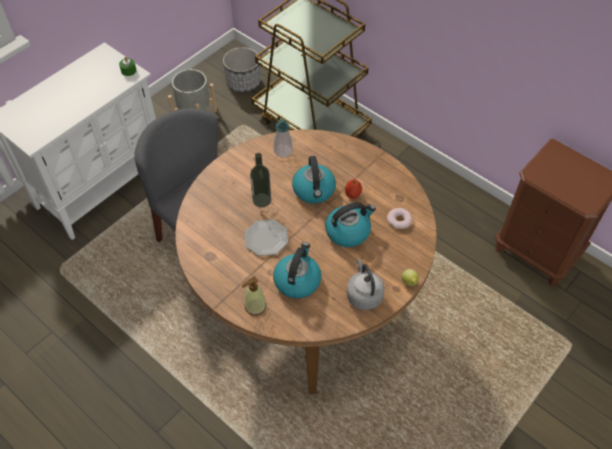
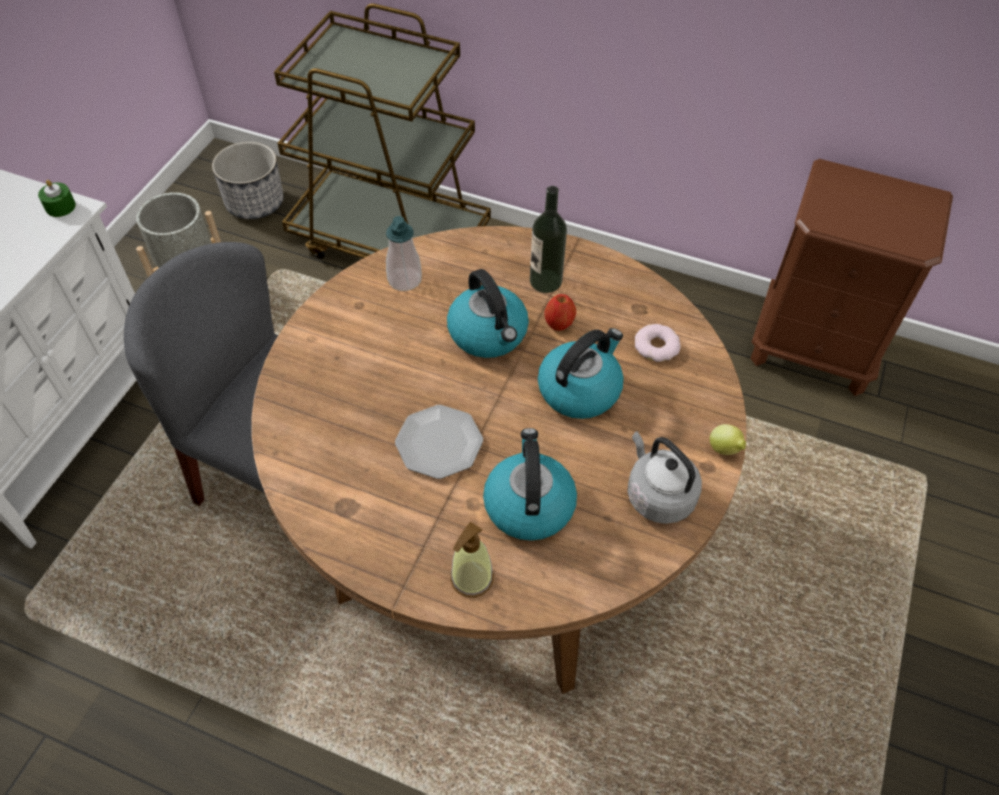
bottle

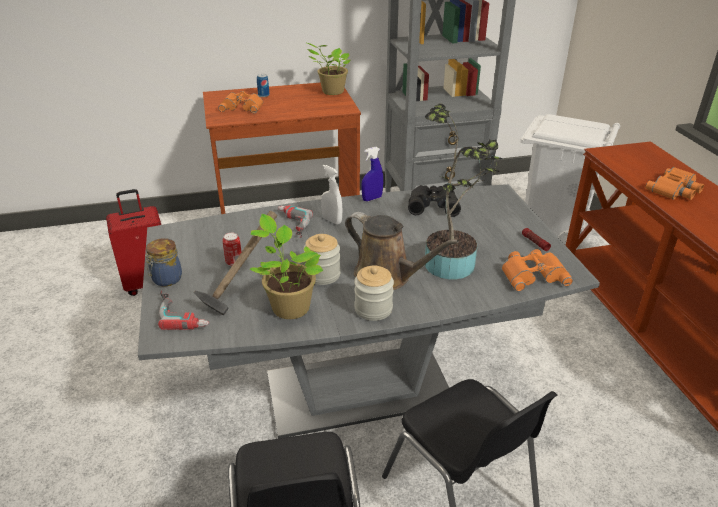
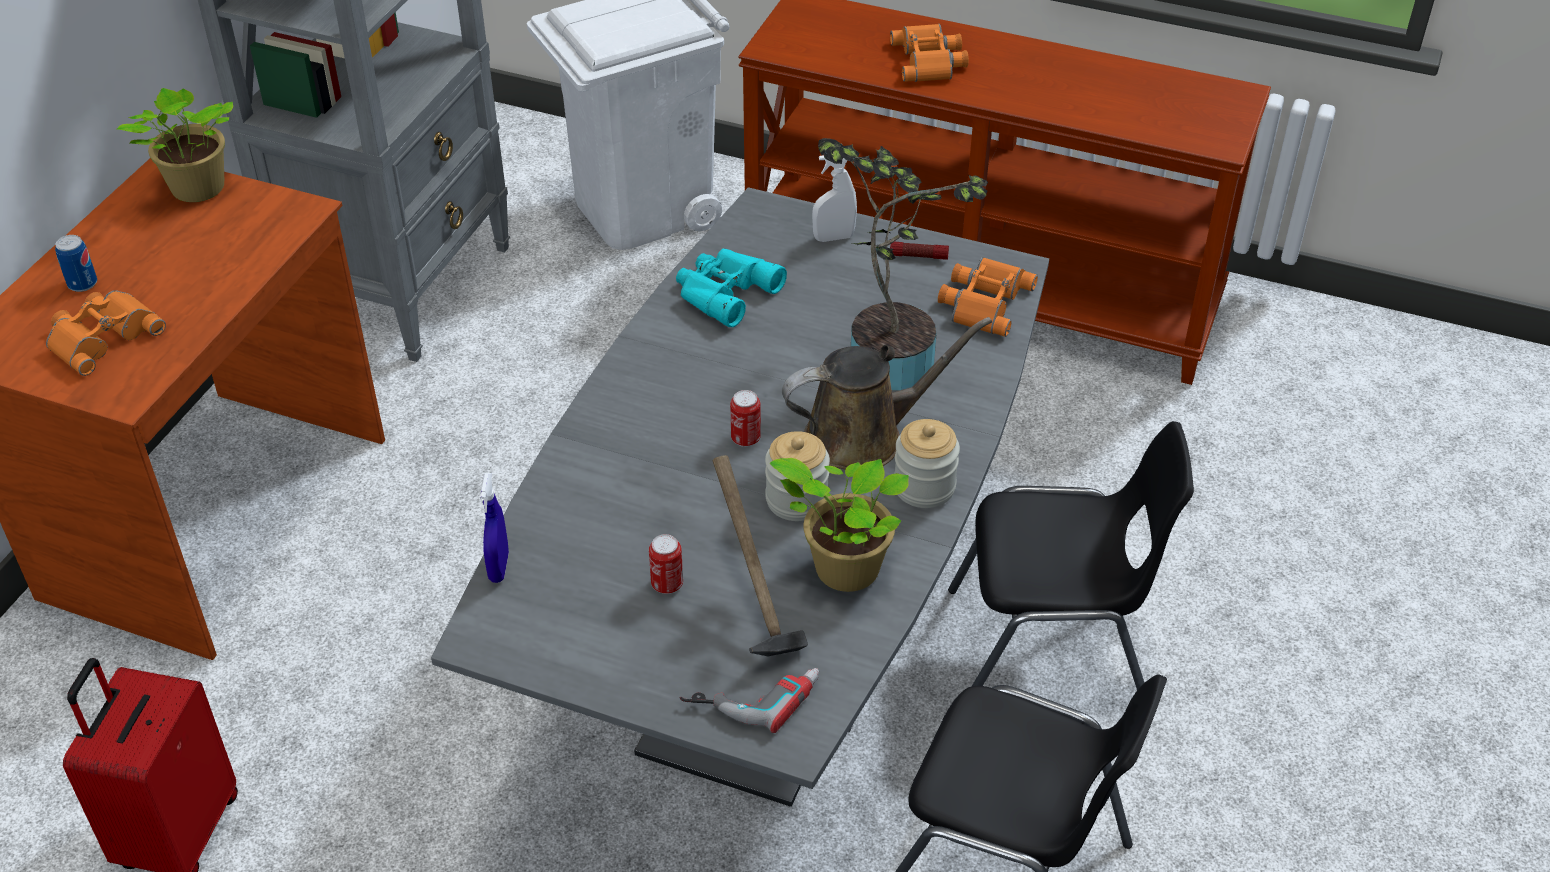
blue-coloured_spray_bottle
turquoise-coloured_binoculars
can (3rd from left)
white-coloured_spray_bottle
jar (1st from left in the first image)
power_drill (2nd from left in the first image)

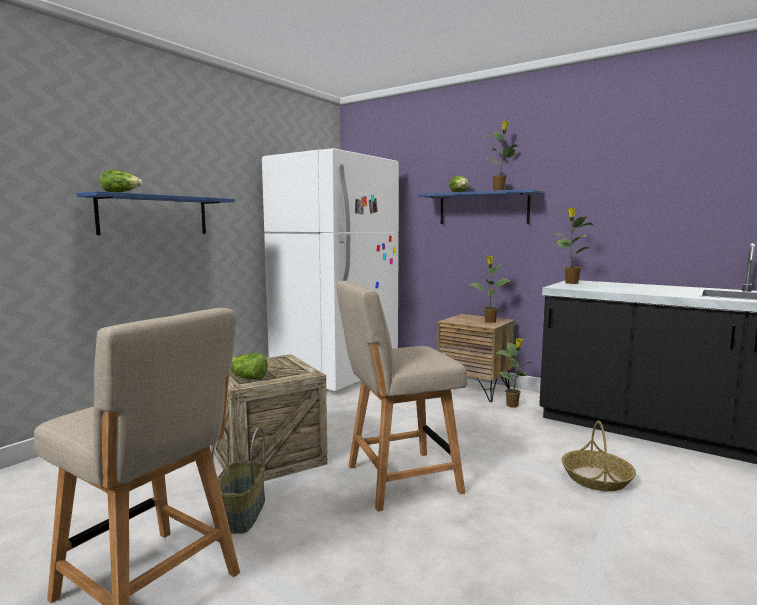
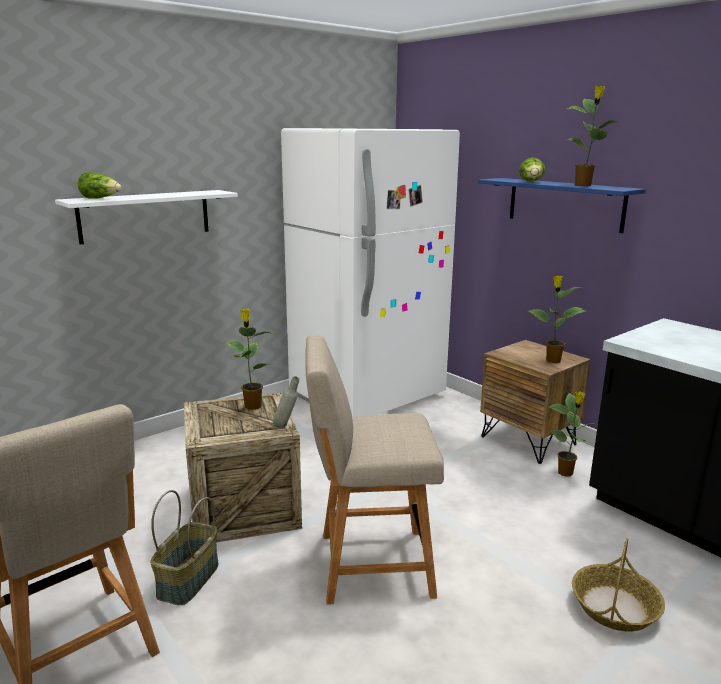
white-coloured_wall_shelf
houseplant (1st from left)
gray_bottle
lettuce (2nd from left in the first image)

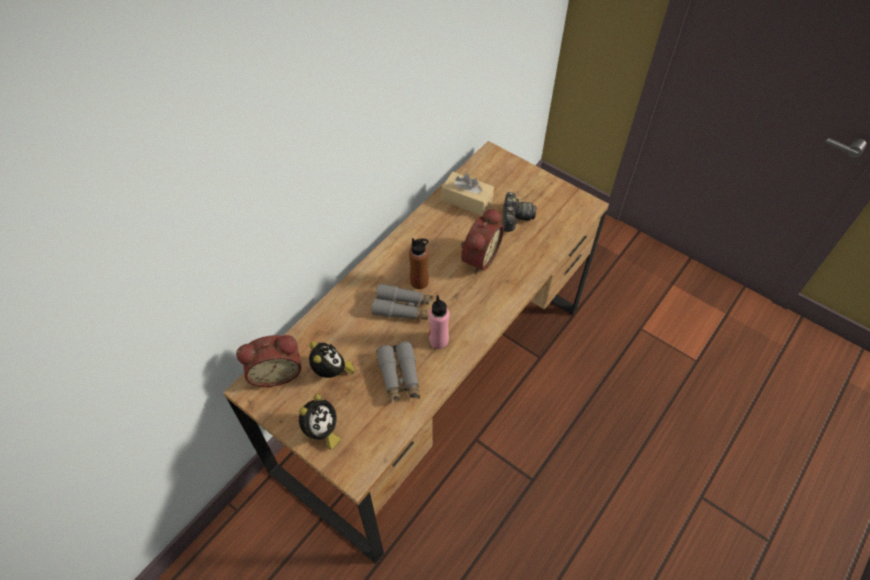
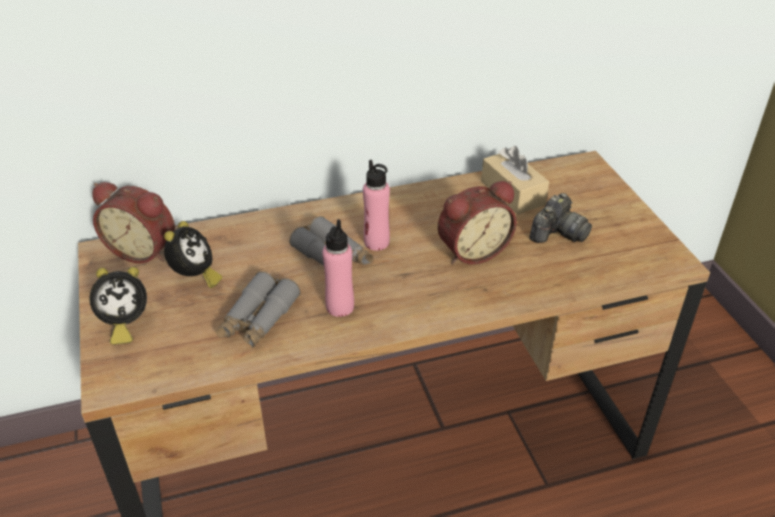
pink-coloured_bottle (2nd from left)

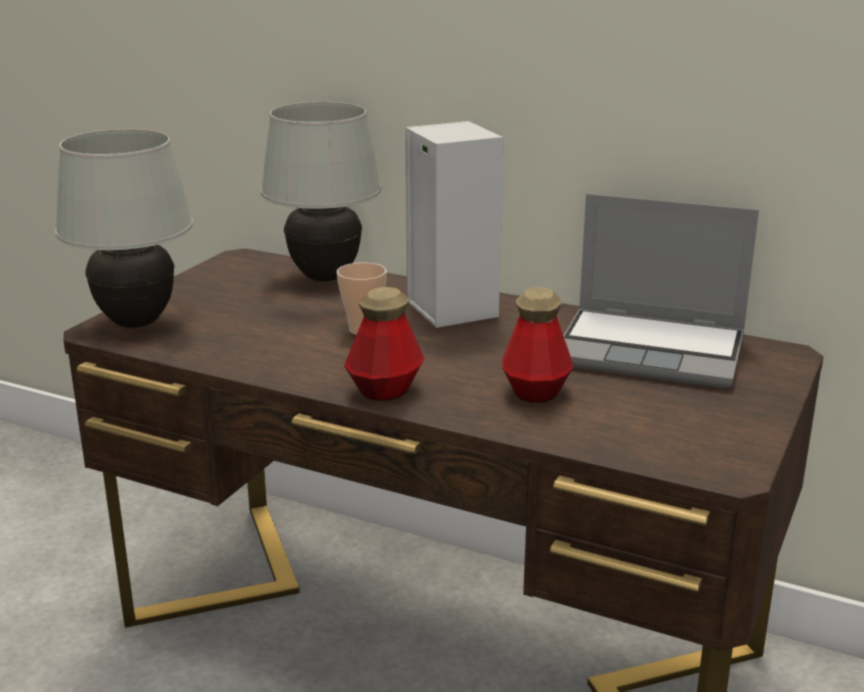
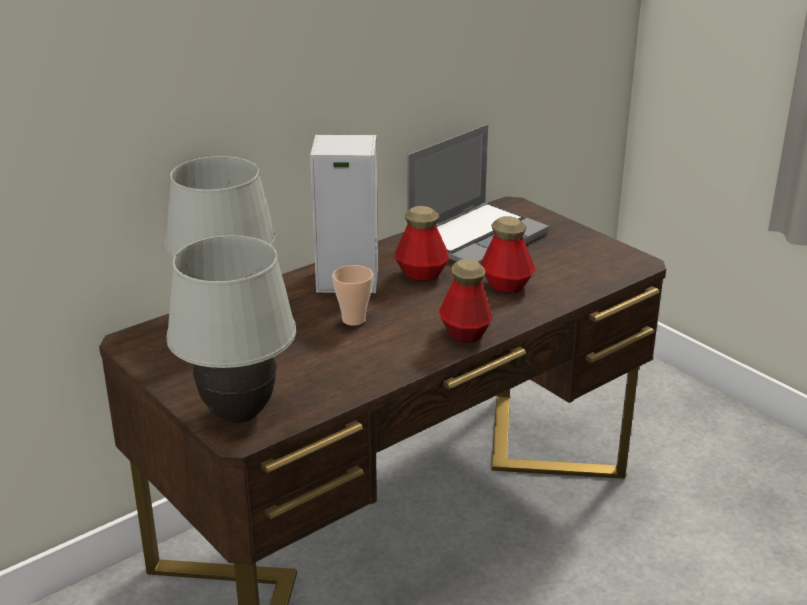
bottle (1st from left)

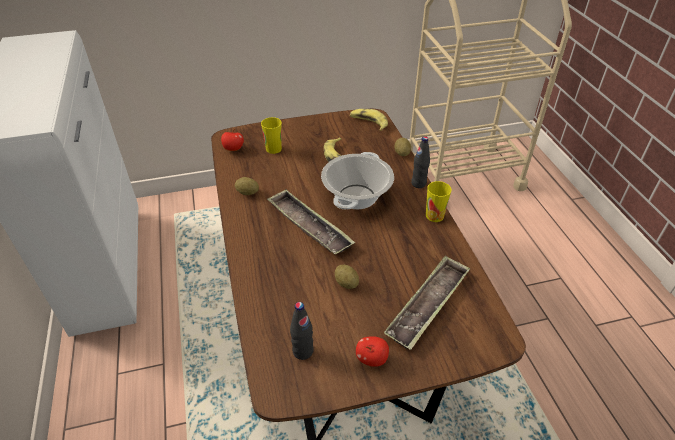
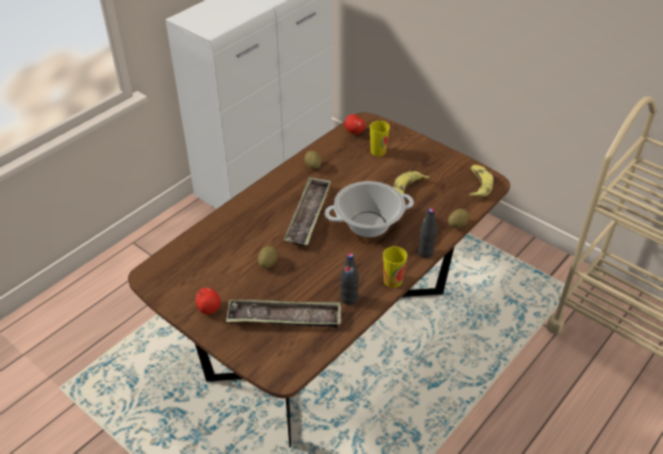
black-coloured_bottle (1st from left)

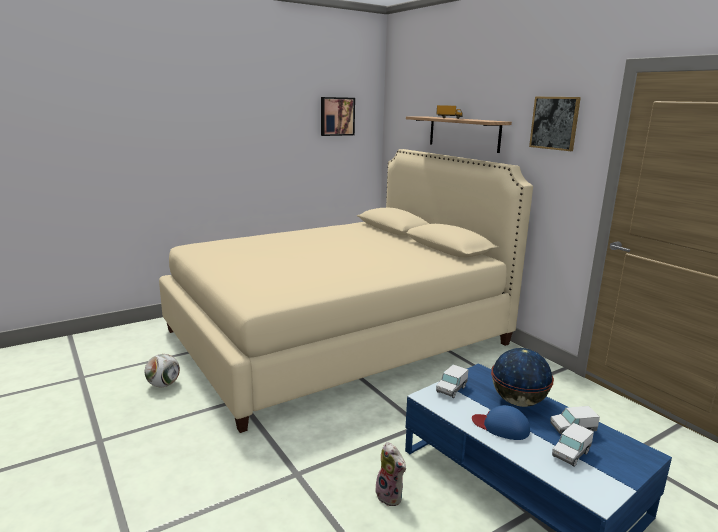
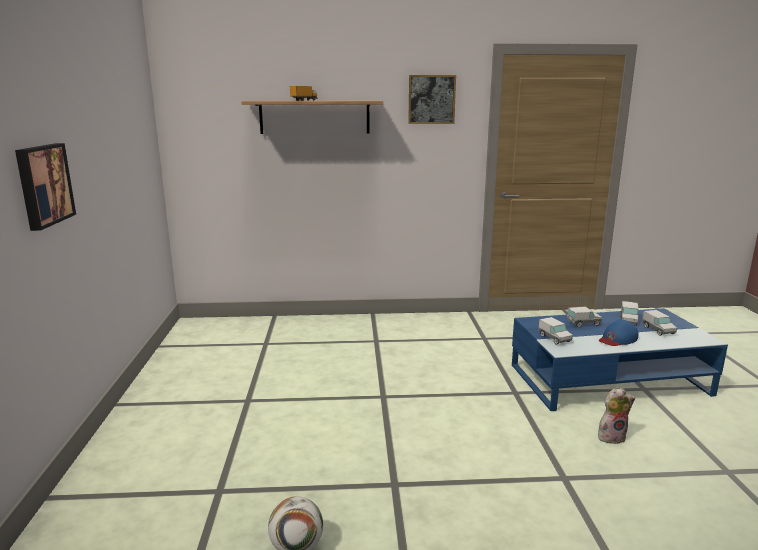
wall_picture (1st from left)
model_truck (3rd from left)
beige-coloured_bedroom_bed

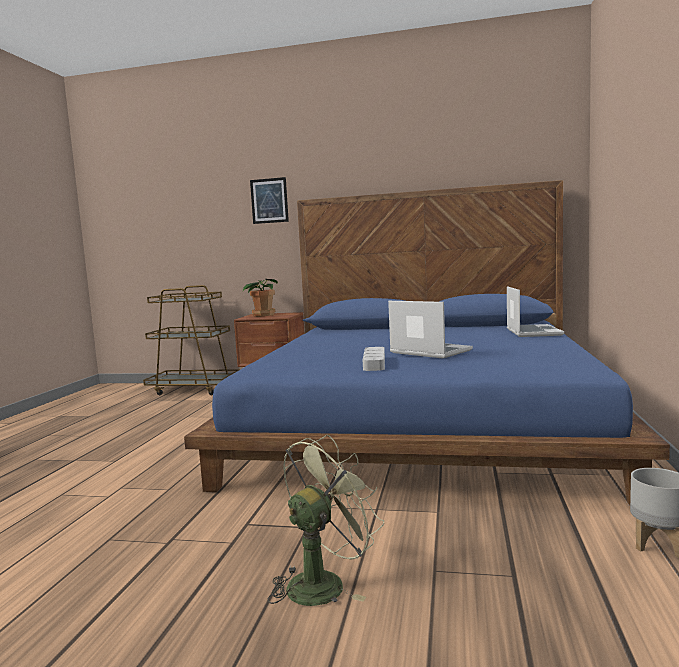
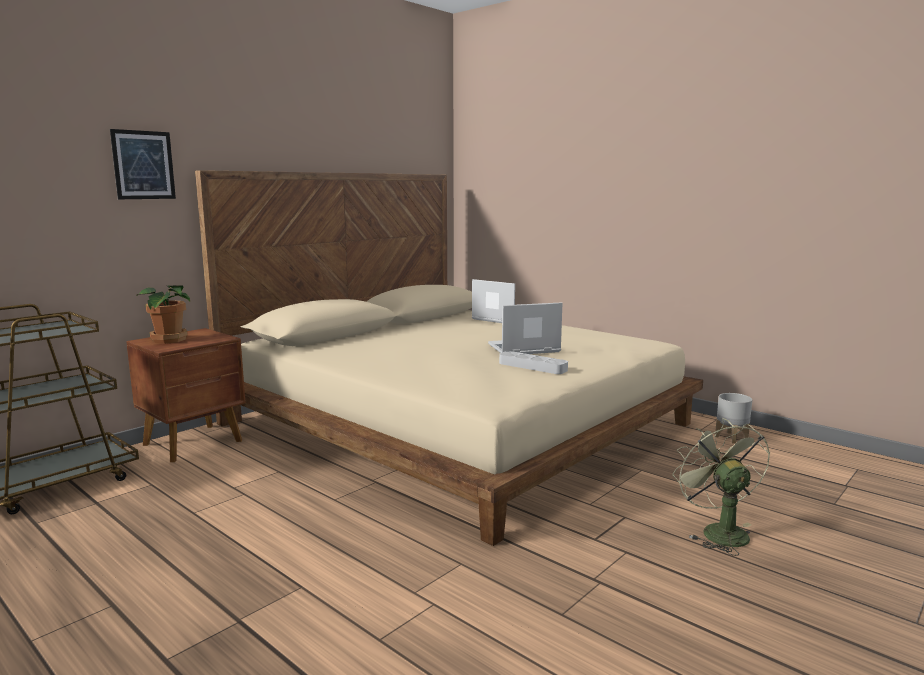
beige-coloured_bedroom_bed

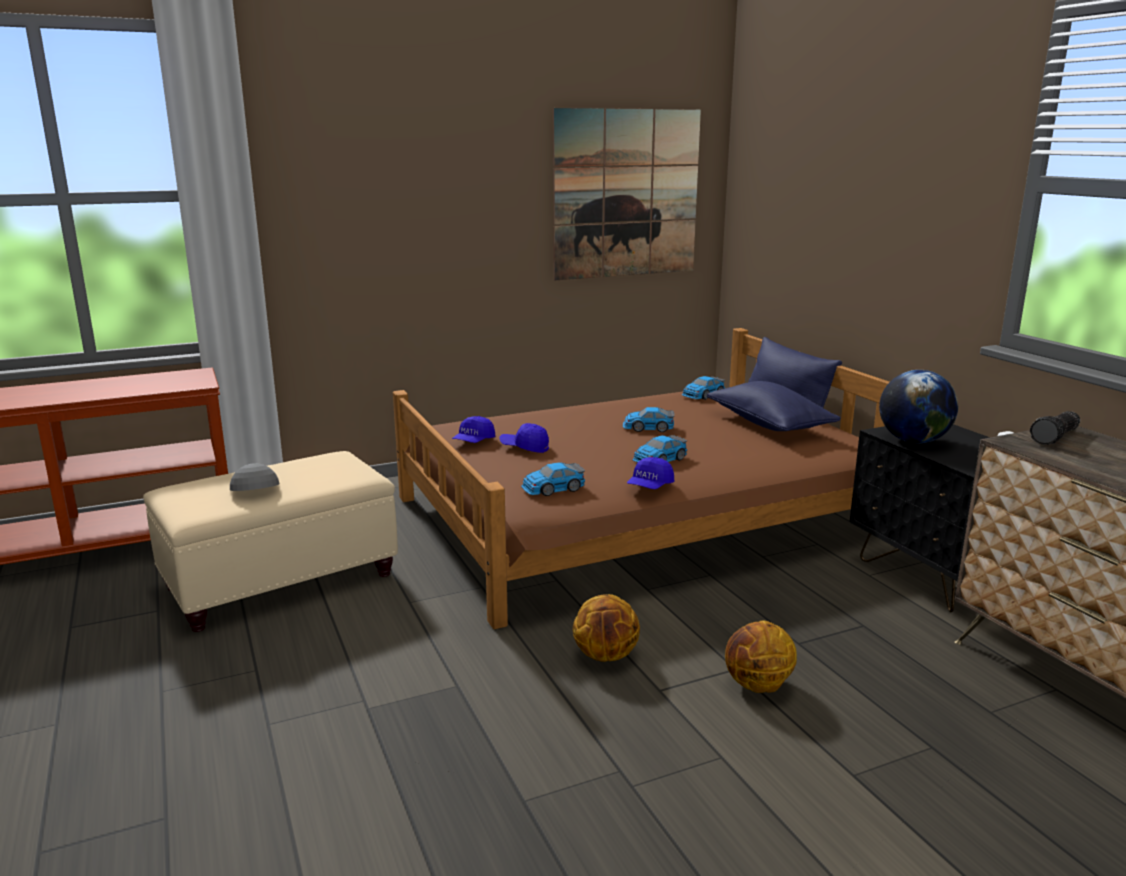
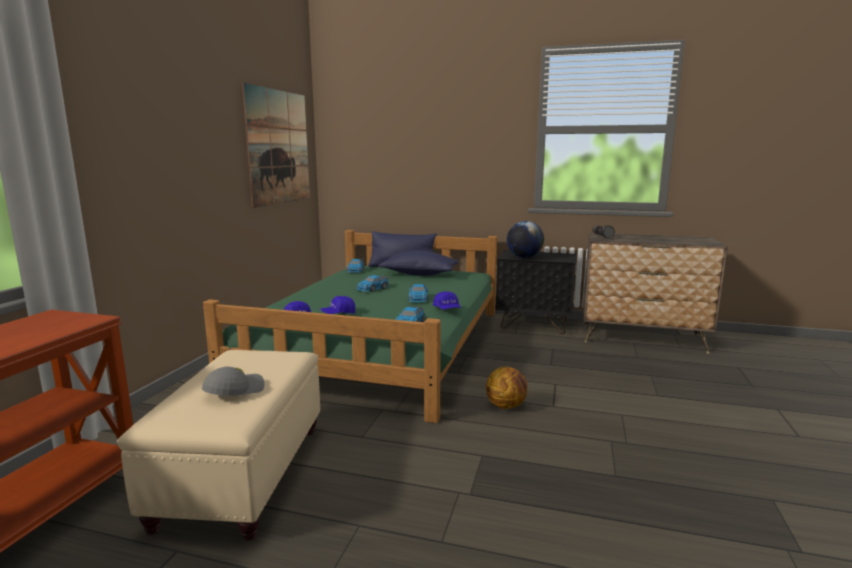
gray_cap
green_bedroom_bed
basketball_ball (2nd from left in the first image)

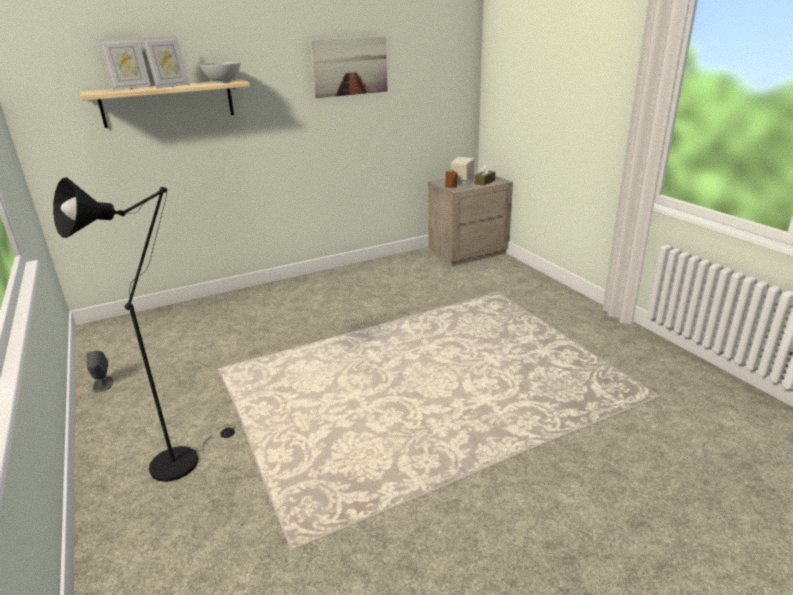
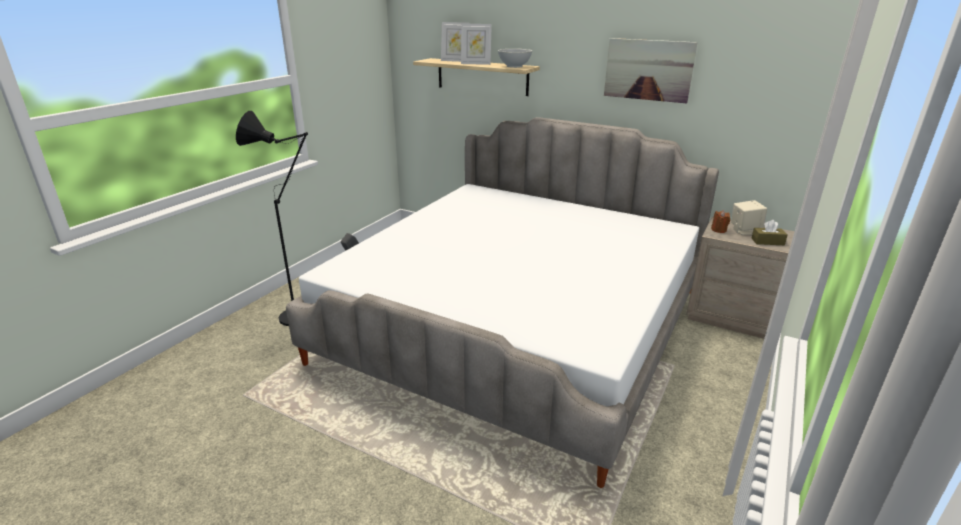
bedroom_bed

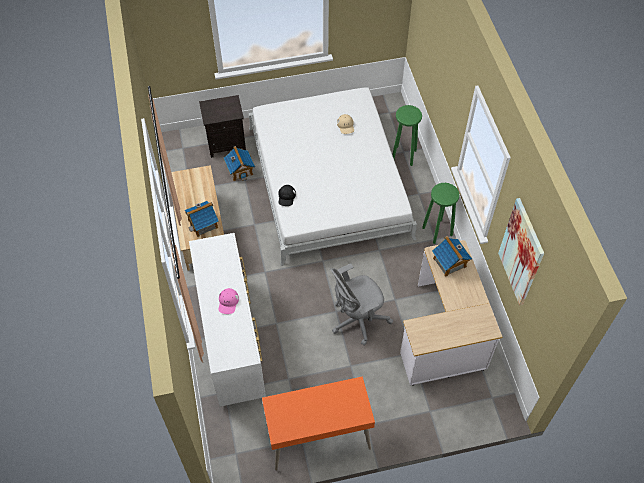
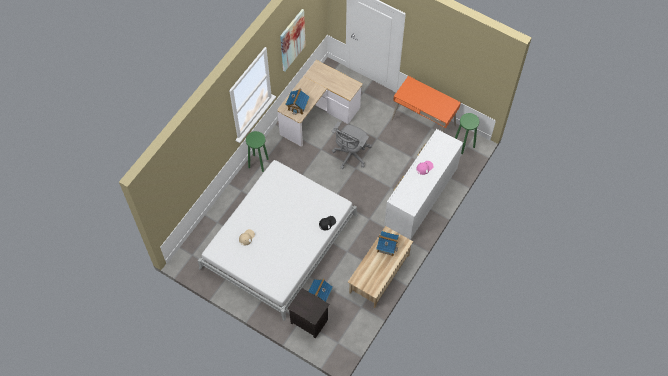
gray_computer_chair
green_sitting_stool (2nd from left)

